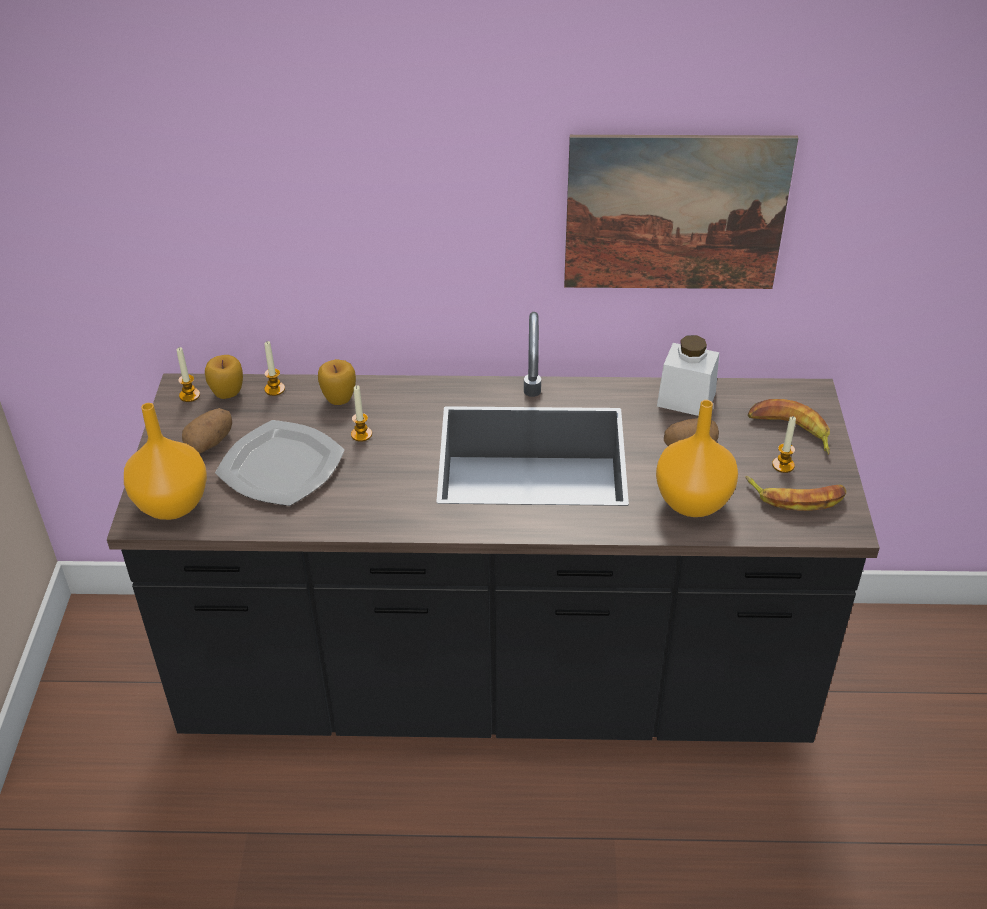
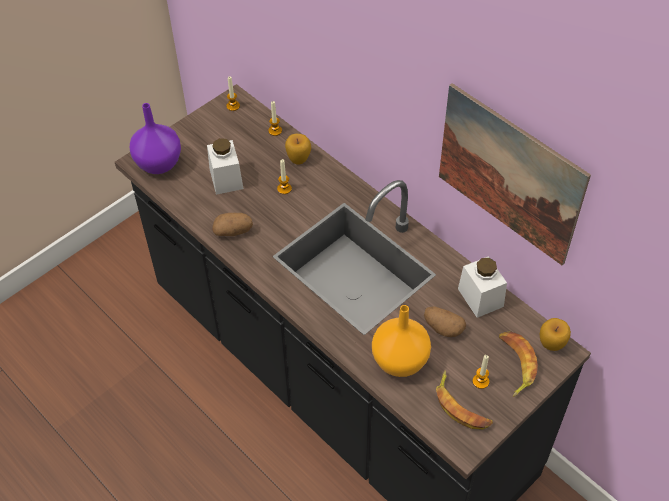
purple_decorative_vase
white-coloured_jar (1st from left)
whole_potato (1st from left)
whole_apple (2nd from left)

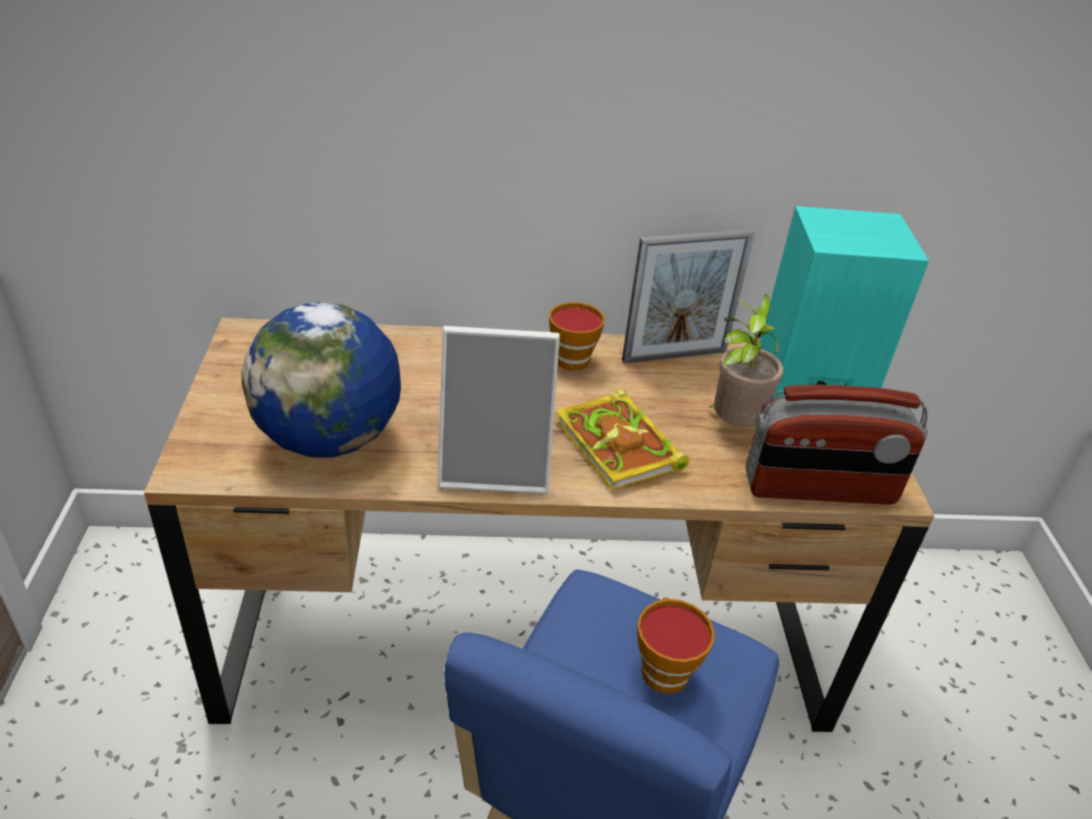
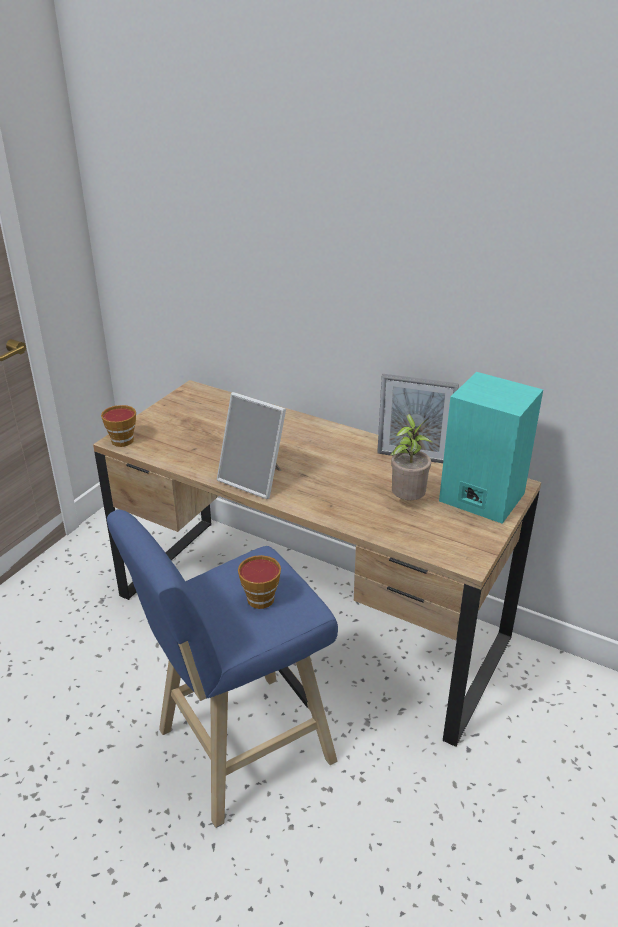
cup (1st from left)
world_globe
volume
radio_set

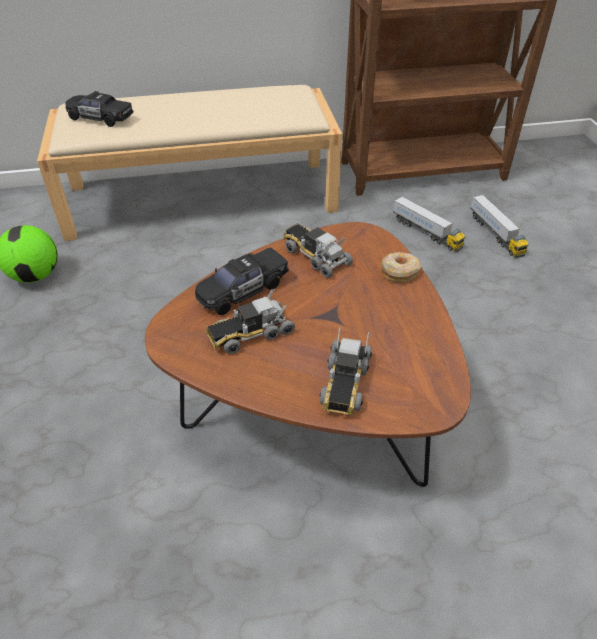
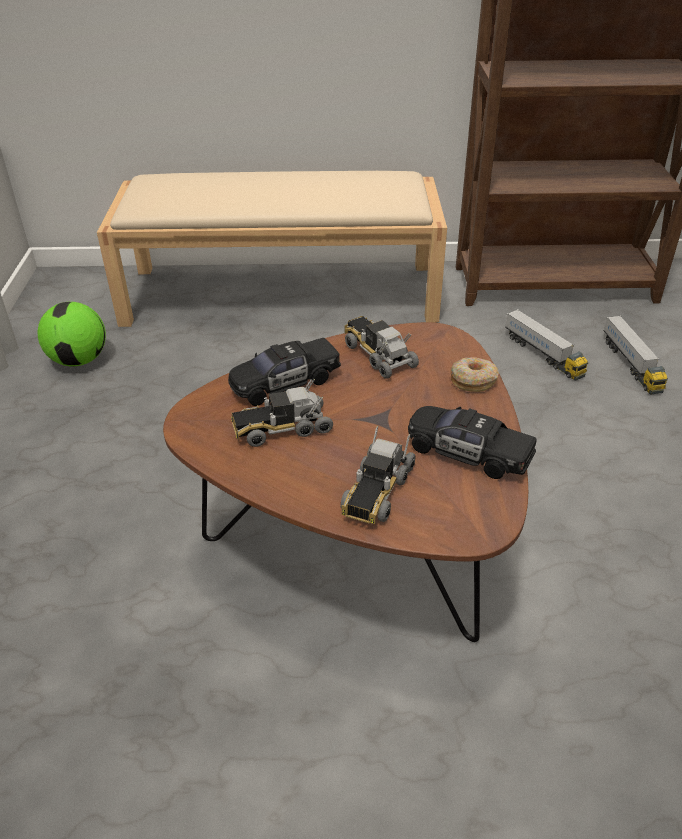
black-coloured_toy_car (2nd from left)

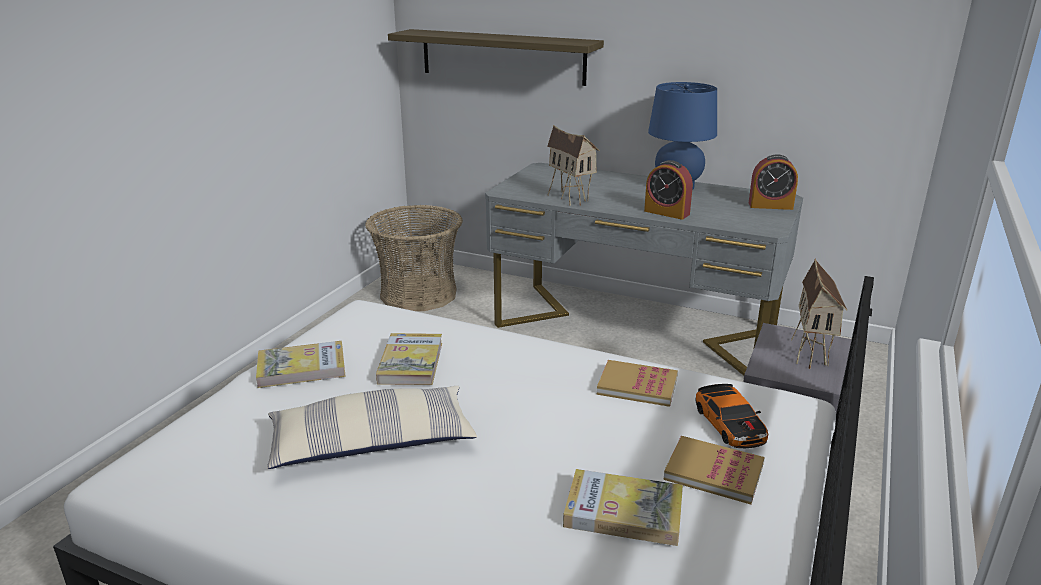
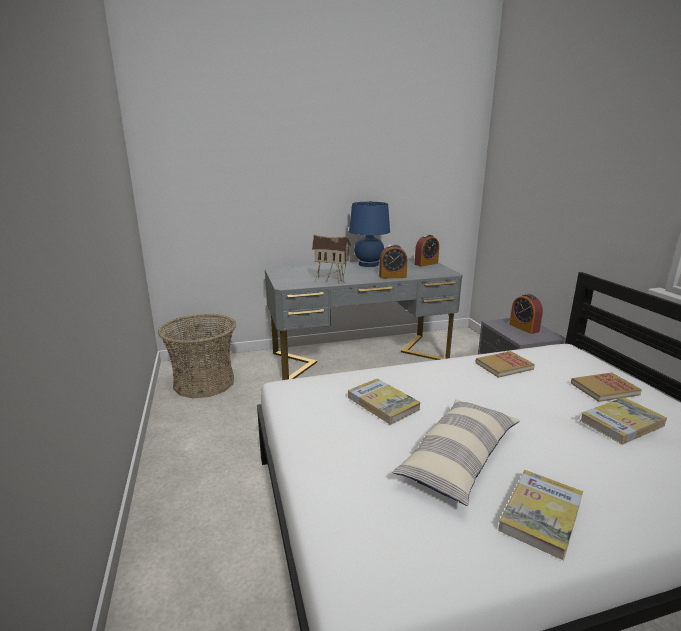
volume (3rd from left)
bedside_clock (3rd from left)
wall_shelf
toy_car

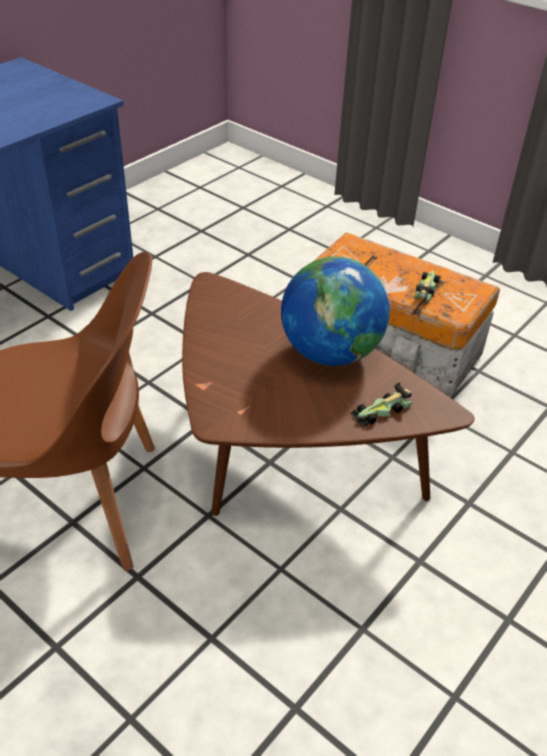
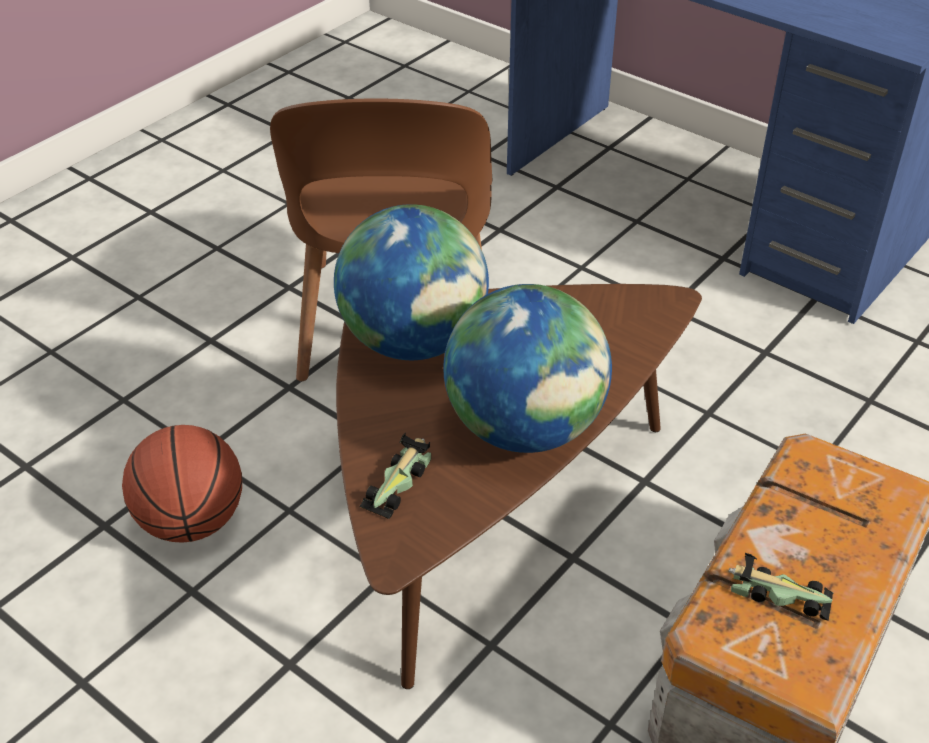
basketball_ball
world_globe (1st from left)
toy_car (1st from left)

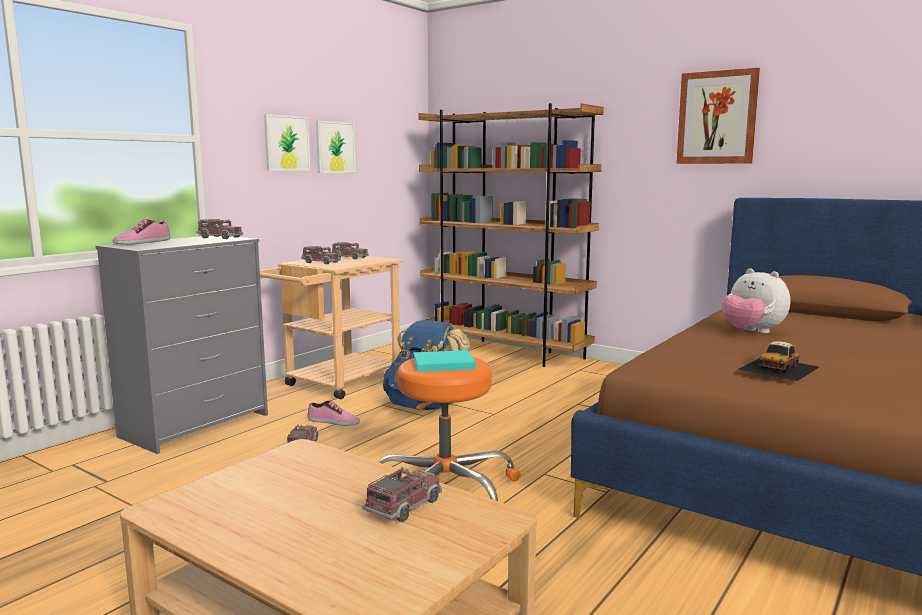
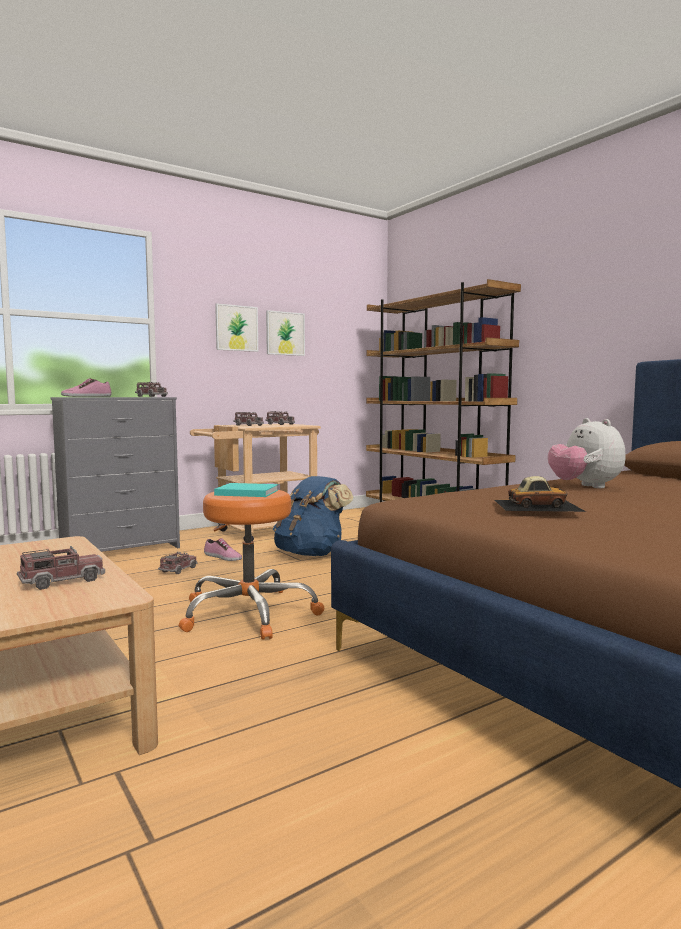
toy_car
wall_picture (3rd from left in the first image)

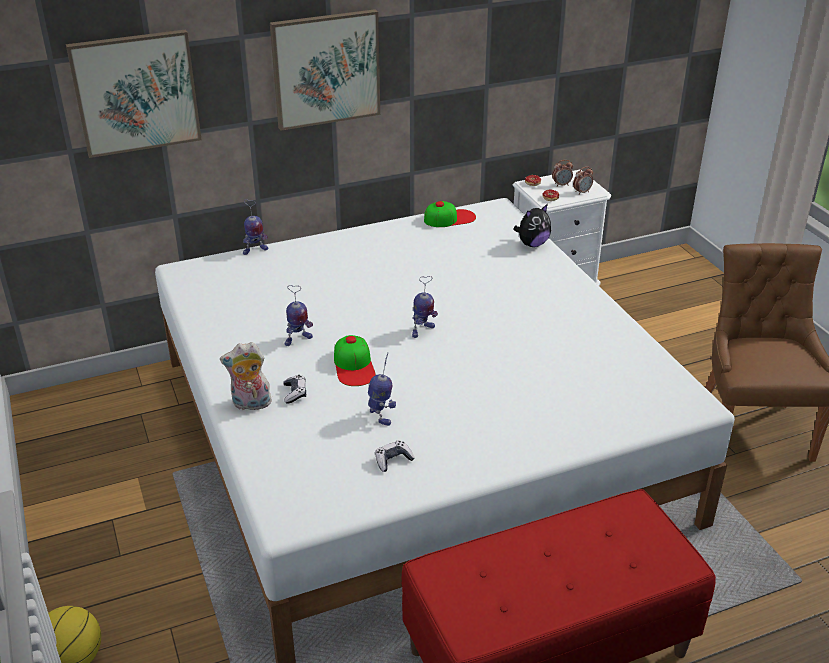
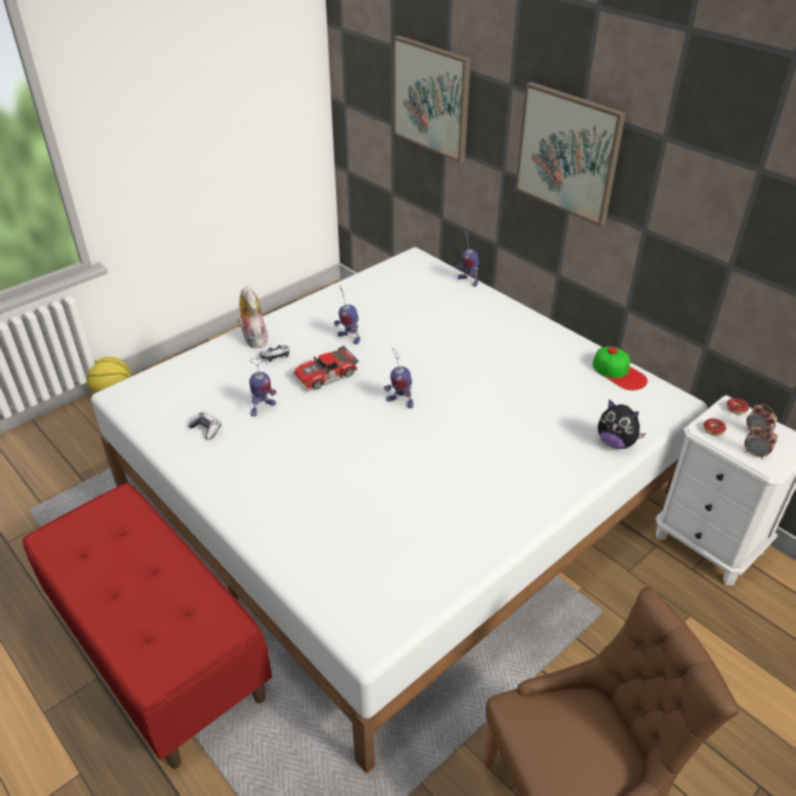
toy_car

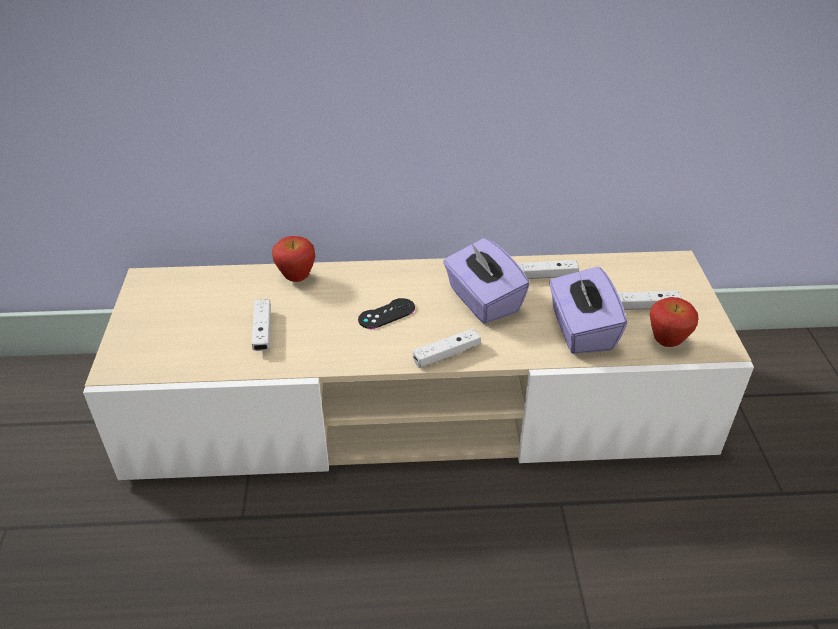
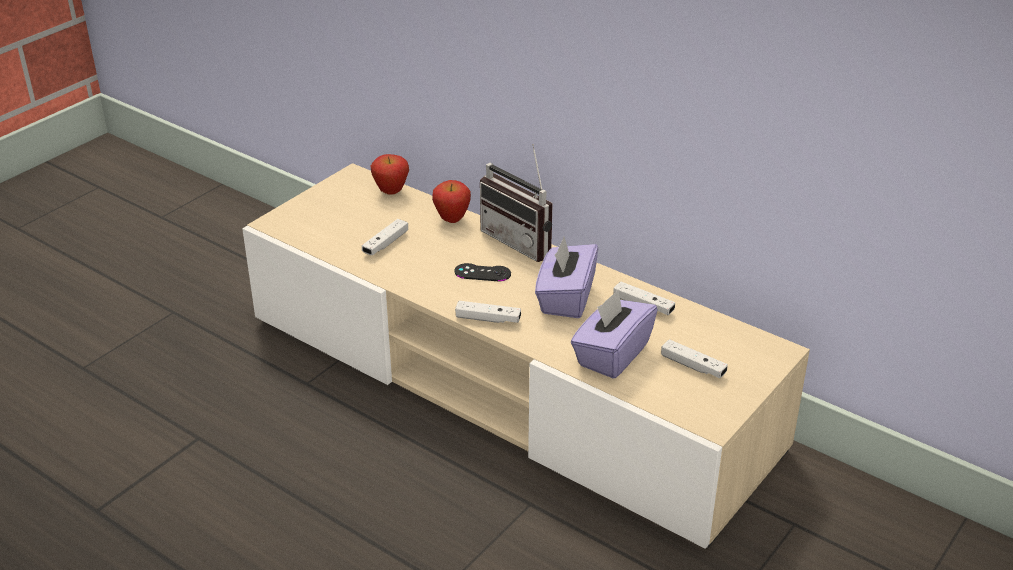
whole_apple (1st from left)
radio_set

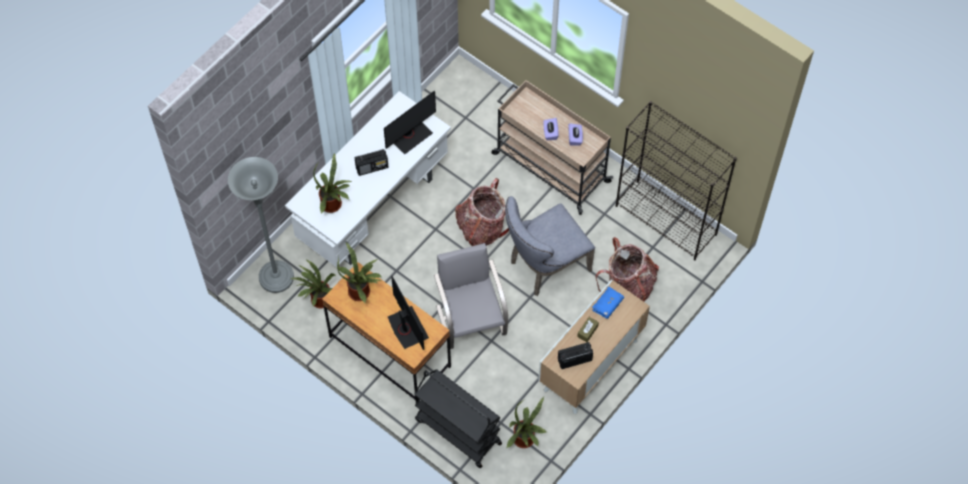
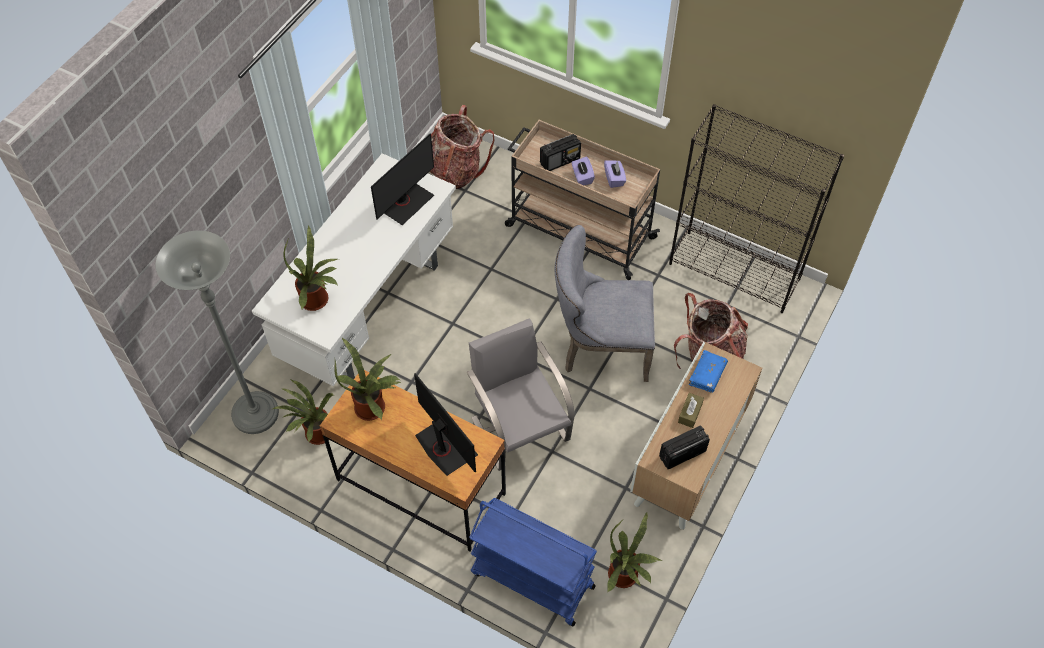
backpack (1st from left)
blue-coloured_wheeled_cart
radio_set (1st from left)
gray_plain_chair (2nd from left)

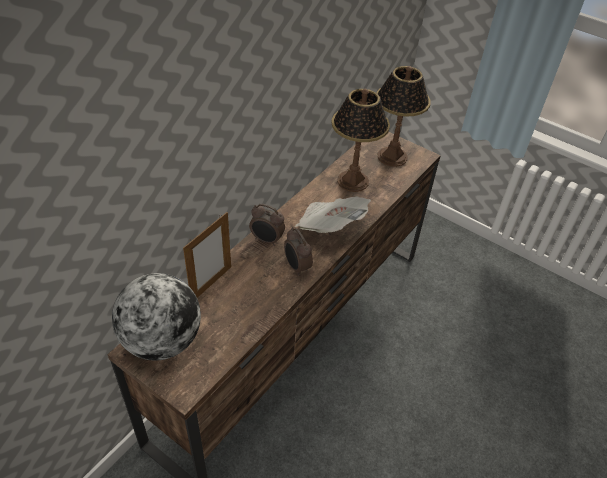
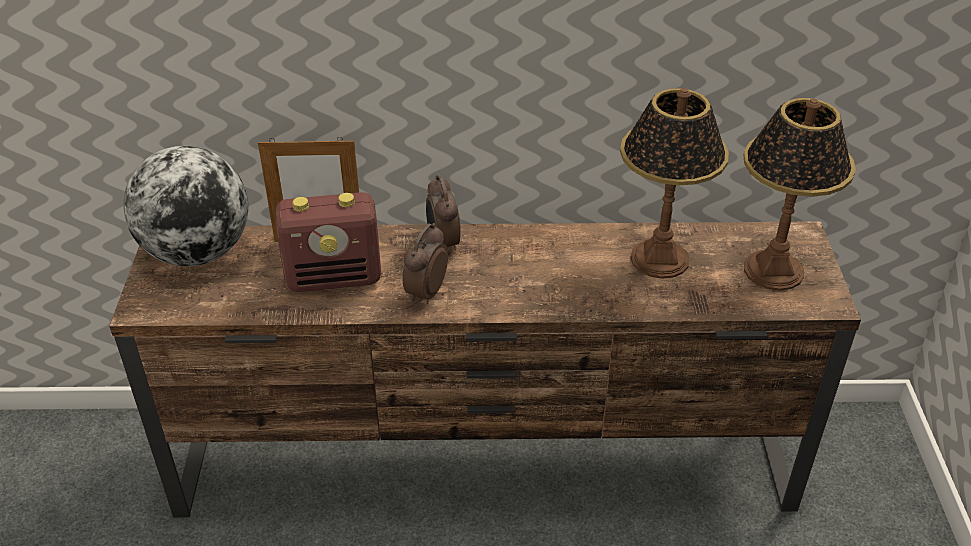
radio_set
printed_paper

